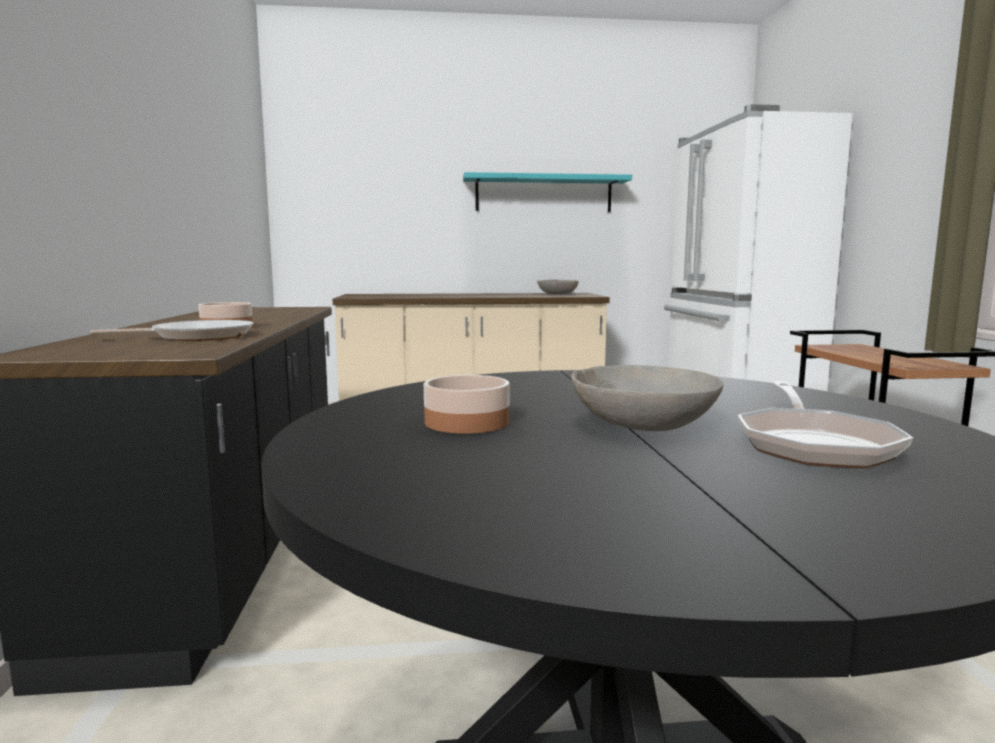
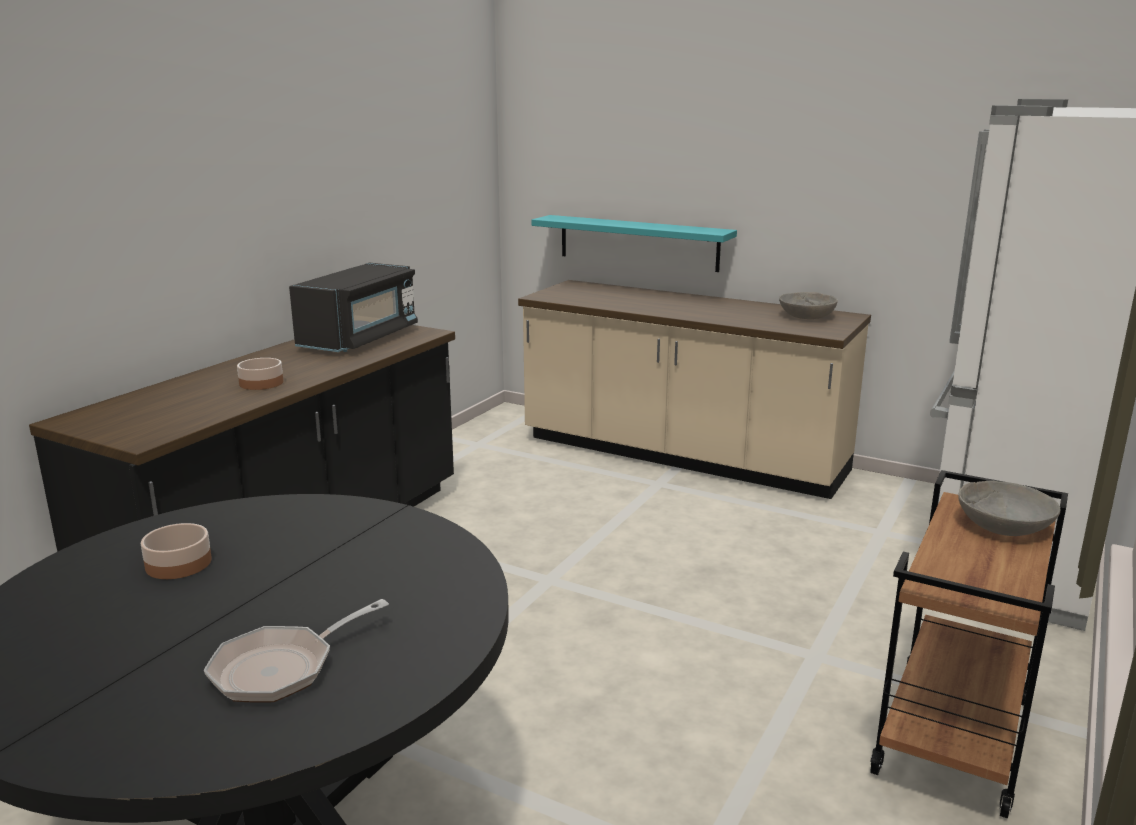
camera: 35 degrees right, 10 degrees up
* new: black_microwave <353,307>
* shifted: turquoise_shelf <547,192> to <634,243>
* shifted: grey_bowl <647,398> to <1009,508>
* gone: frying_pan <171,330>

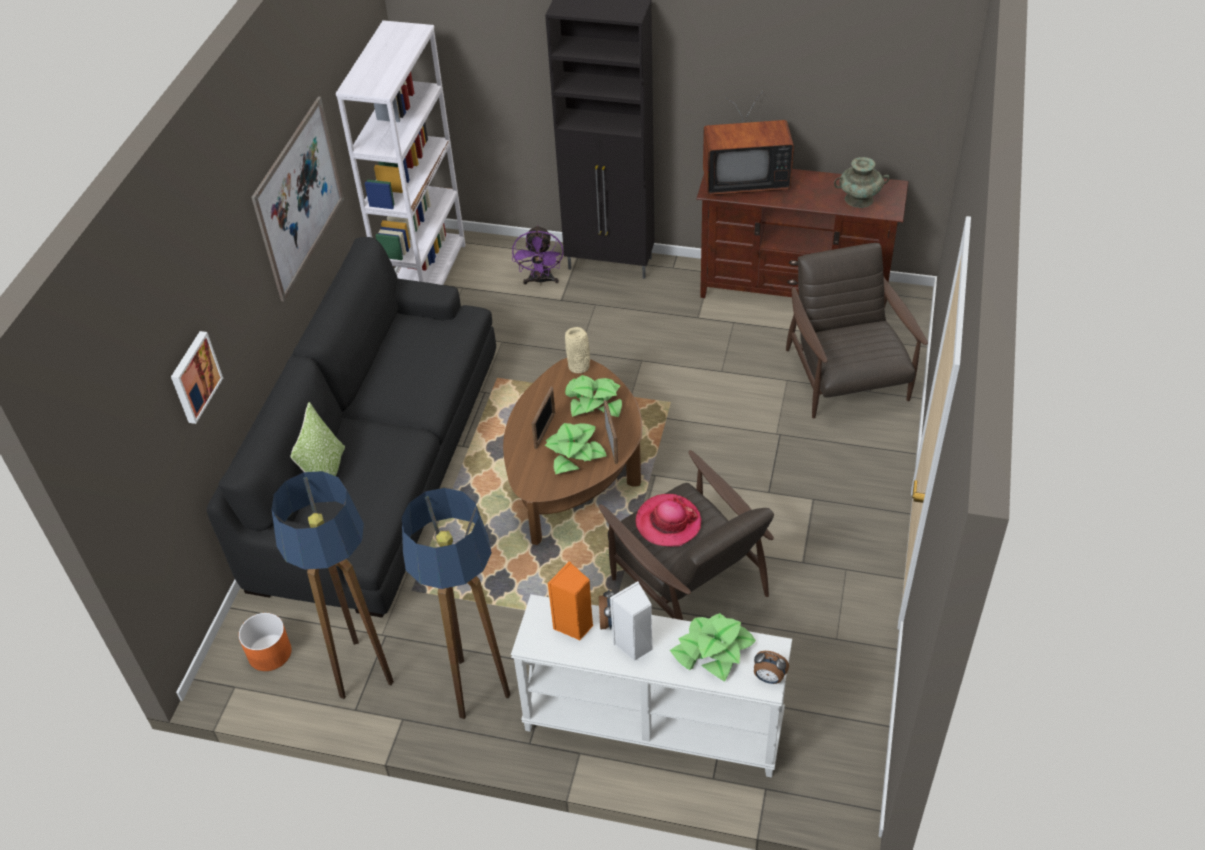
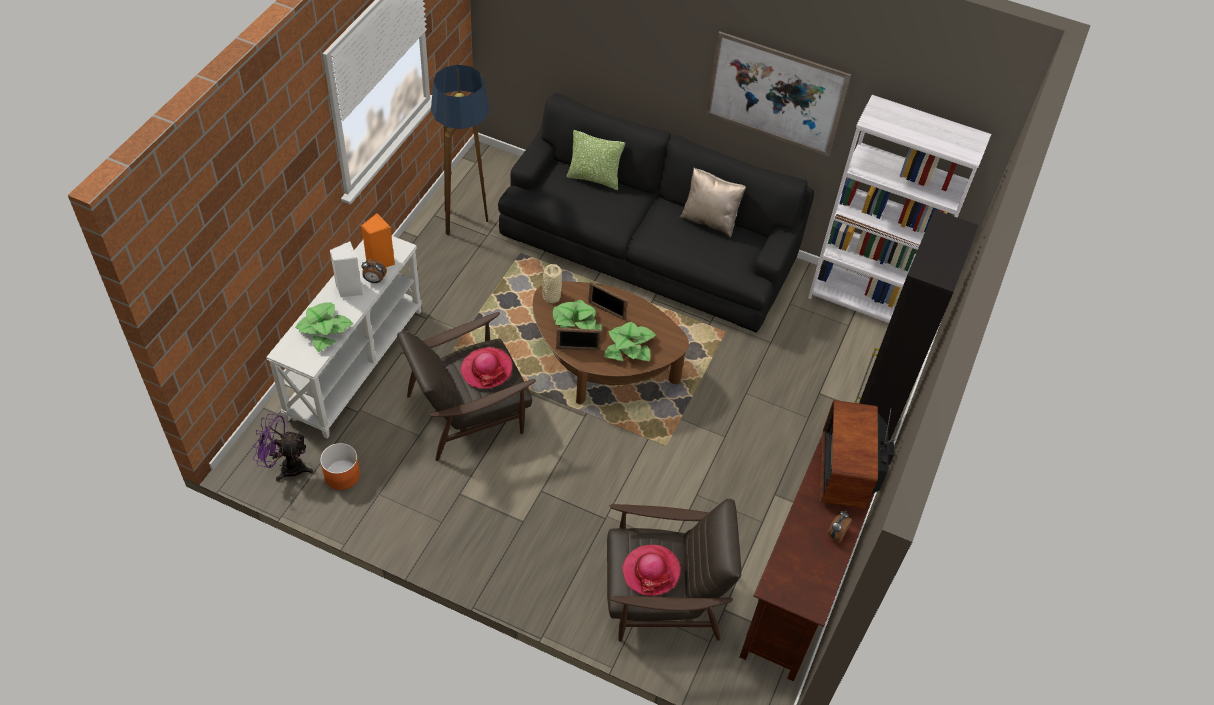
camera: 95 degrees right, 5 degrees up
* shifted: purple_fan <538,255> to <283,448>
* shifted: orange_planter <265,642> to <340,466>
* shifted: beige_vase <577,350> to <552,283>
* new: hat <651,570>
* new: beige_pillow <713,202>
* shifted: alarm_clock <771,667> to <840,527>
* gone: picture <197,377>
* gone: floor_lamp <456,603>
* gone: turquoise_vase <862,182>

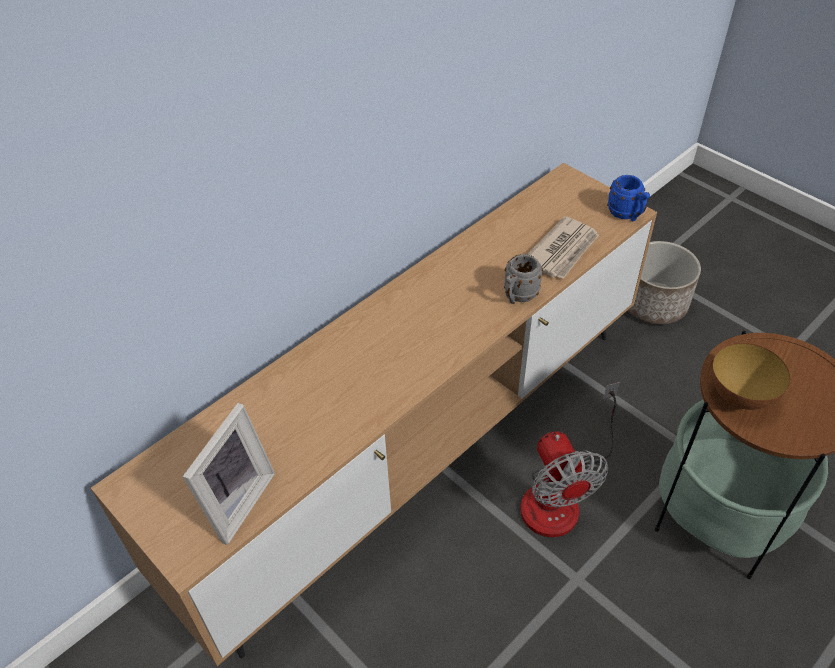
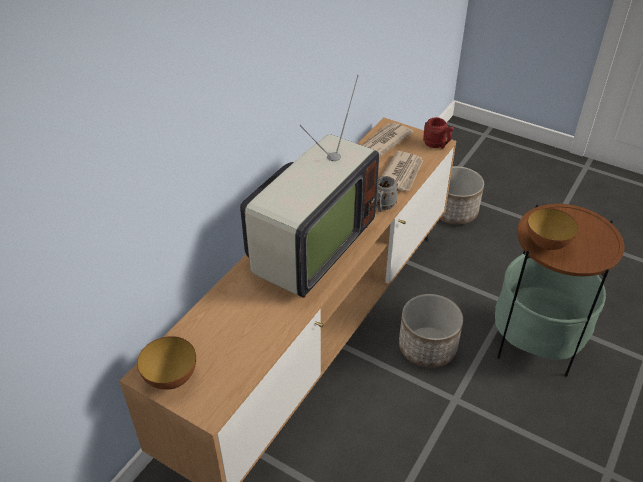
camera: 15 degrees left, 5 degrees down
* new: bowl <166,363>
* new: television <309,186>
* new: newspaper <387,139>
* swapped: fan <570,459> to planter <431,331>
* repainted: blue_mug <628,198> to red_mug <438,133>
* gone: picture_frame <229,474>

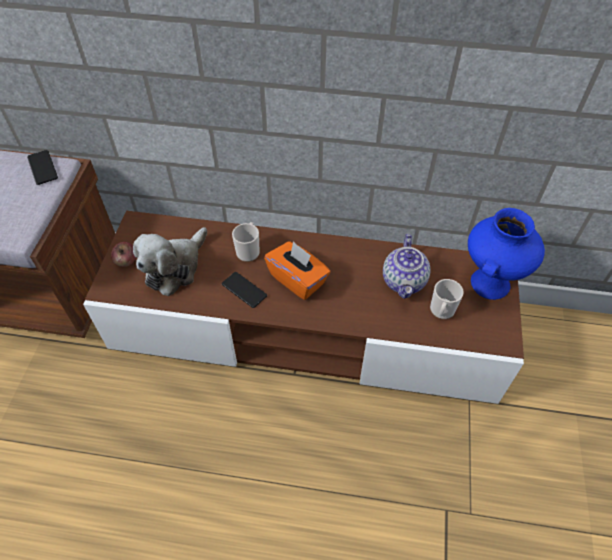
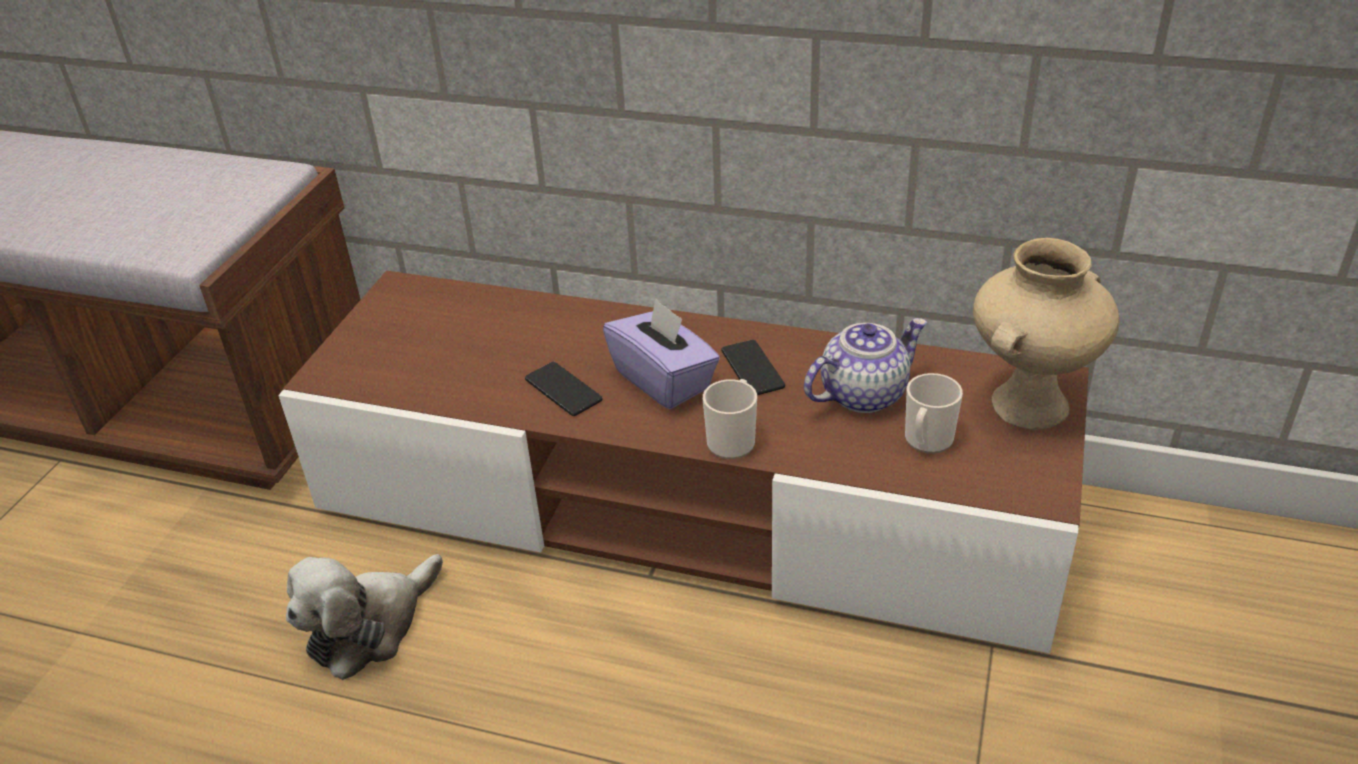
camera: 10 degrees right, 15 degrees down
* shifted: plush_toy <170,261> to <364,617>
* repainted: orange_tissue_box <297,270> to purple_tissue_box <661,353>
* shifted: mug <246,242> to <730,419>
* shifted: phone <42,167> to <753,367>
* rotated: teapot <406,266> = <865,365> 135 degrees counterclockwise
* repainted: blue_vase <506,254> to beige_vase <1046,334>
* gone: apple <123,254>

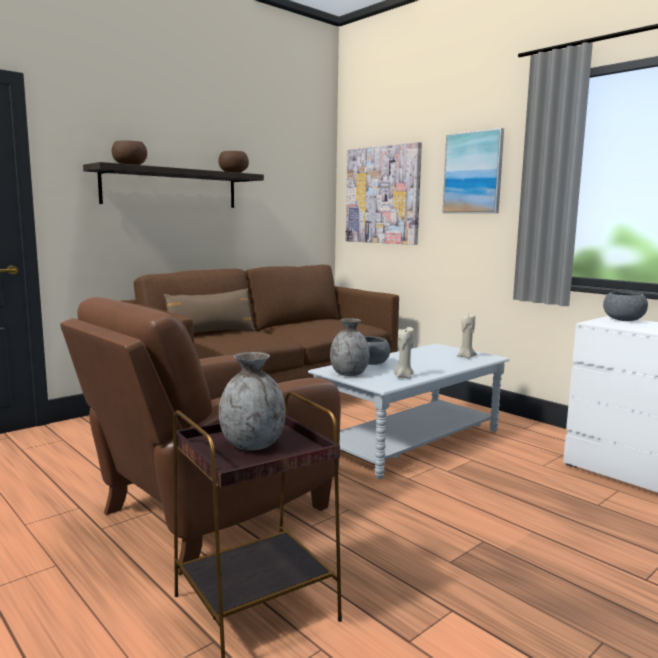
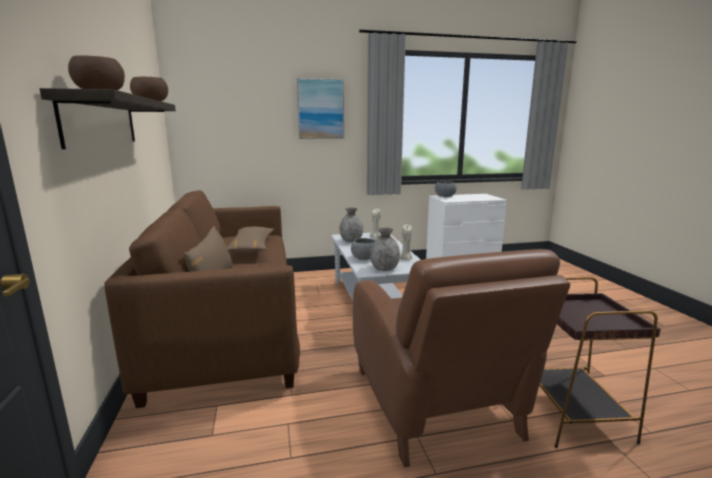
camera: 60 degrees left, 5 degrees up
* new: brown_pillow <250,240>
* shifted: grey_vase <252,401> to <351,224>
* gone: picture <384,193>

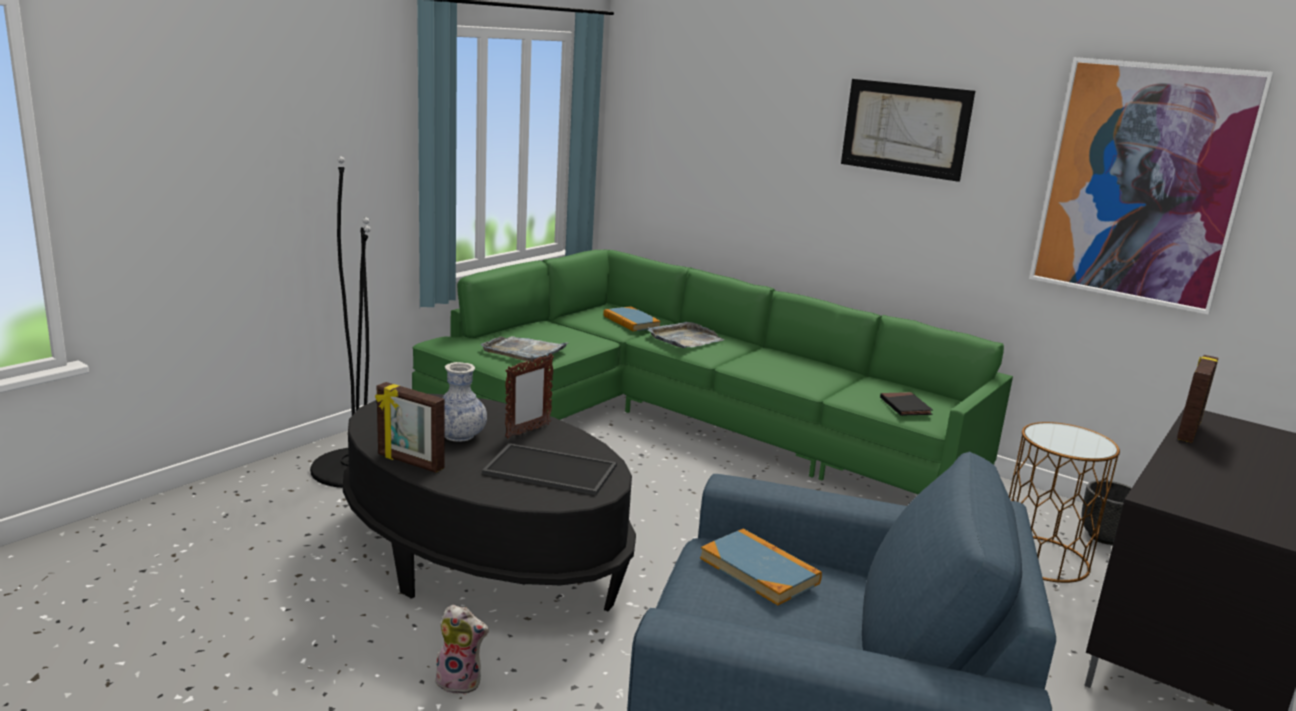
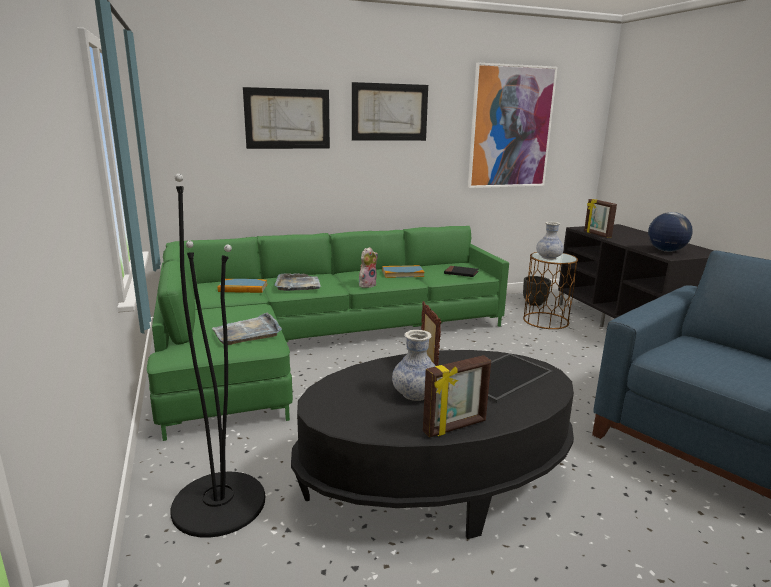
camera: 55 degrees left, 0 degrees up
* new: picture <286,118>
* shifted: plush_toy <461,650> to <368,267>
* shifted: book <761,567> to <403,271>
* new: vase <550,241>
* new: globe <670,232>

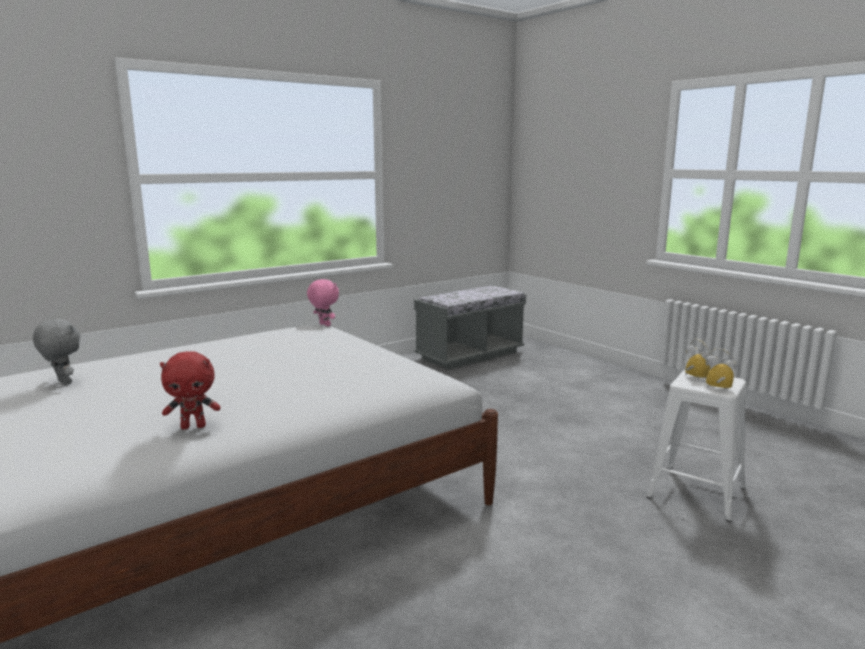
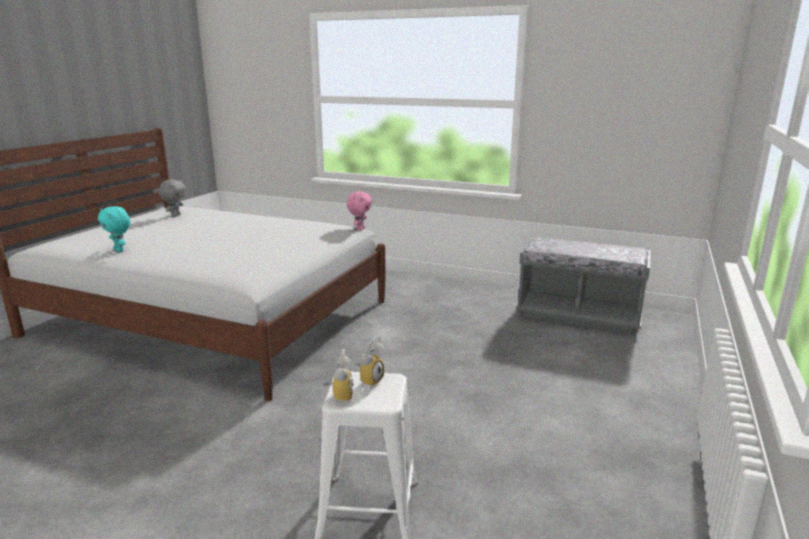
camera: 60 degrees right, 5 degrees up
* repainted: red_plush_toy <190,390> to turquoise_plush_toy <114,229>

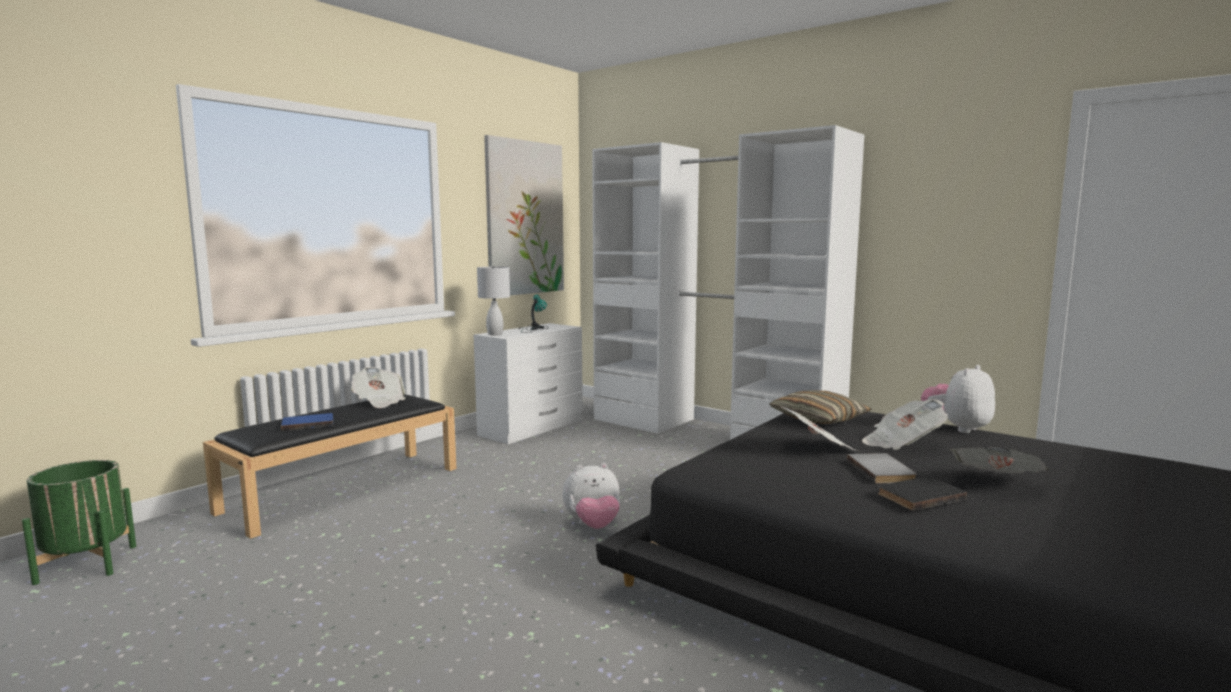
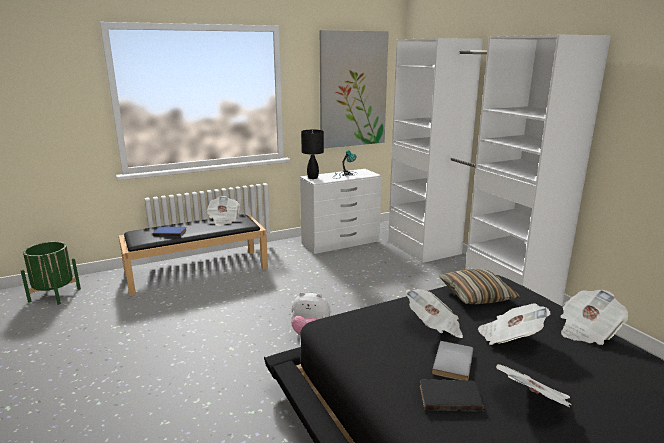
camera: 25 degrees right, 10 degrees up
* repainted: white_table_lamp <493,300> to black_table_lamp <312,154>
* swapped: plush_toy <958,399> to newspaper <594,317>

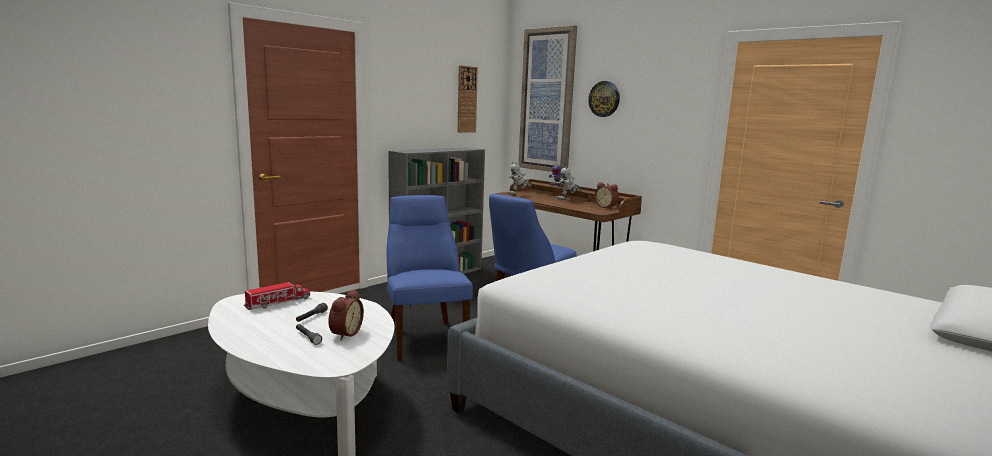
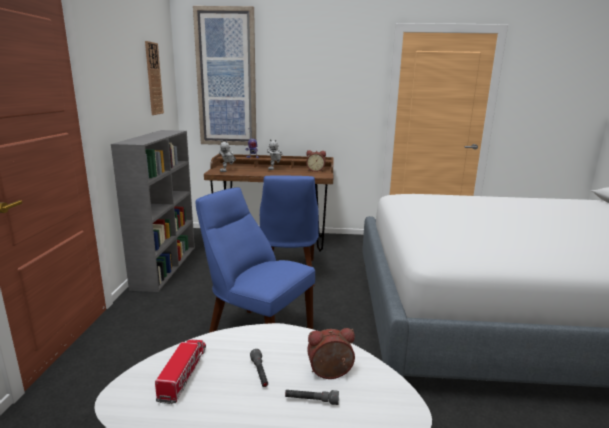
camera: 40 degrees left, 5 degrees up
* rotated: alarm_clock <346,315> = <331,353> 75 degrees counterclockwise
* gone: wall_clock <604,99>

